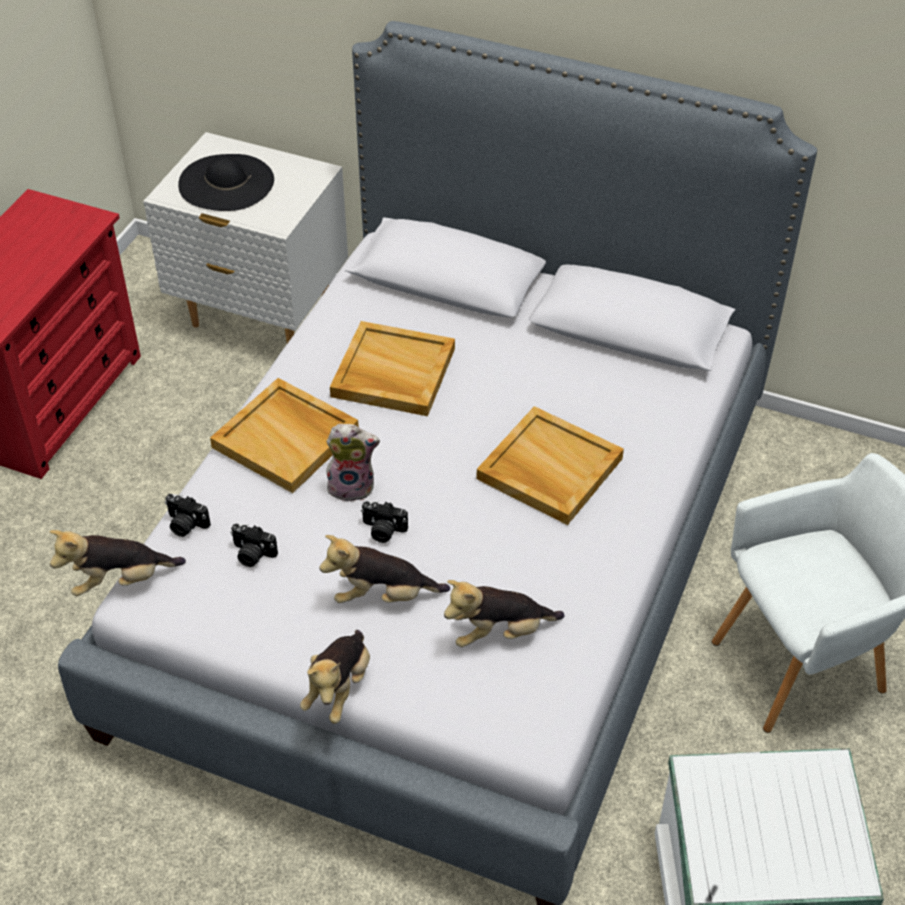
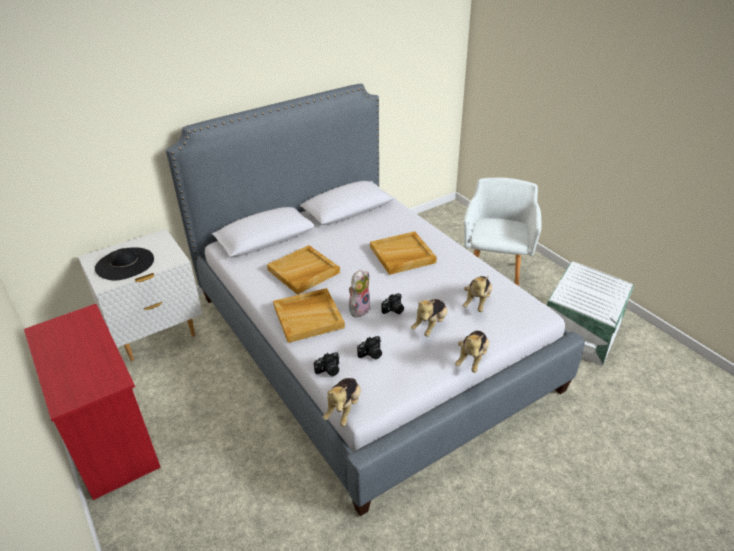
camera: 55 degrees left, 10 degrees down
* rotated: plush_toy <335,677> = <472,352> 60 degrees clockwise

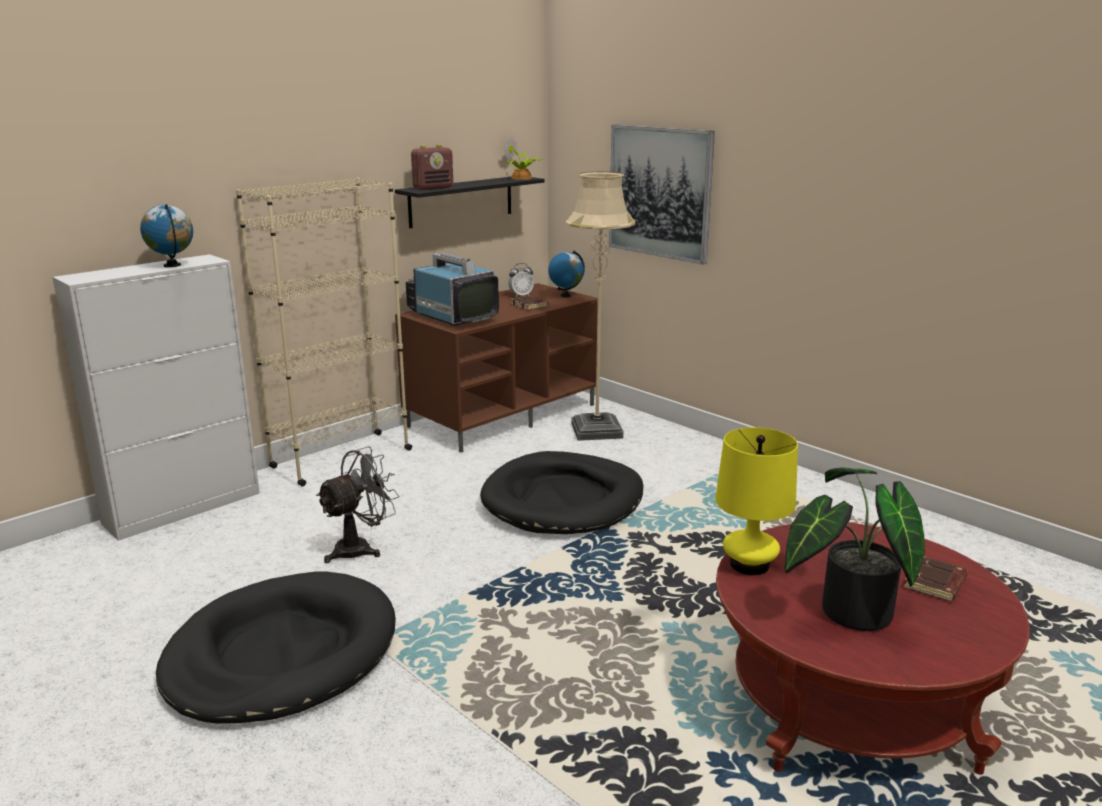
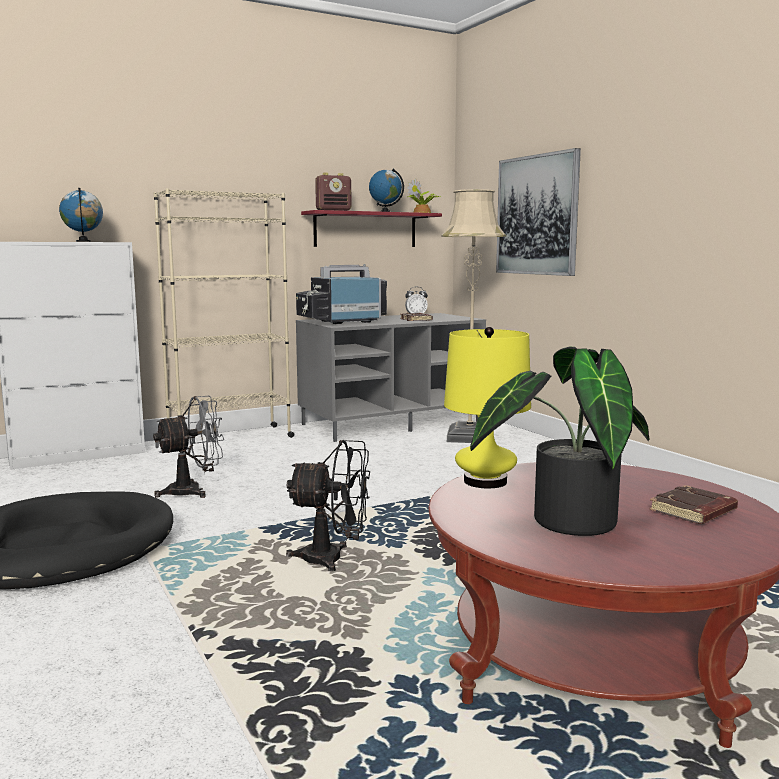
camera: 15 degrees right, 10 degrees down
* new: black_fan <328,506>
* rotated: television <452,289> = <341,294> 90 degrees counterclockwise
* repainted: brown_tv_stand <496,367> to grey_tv_stand <391,377>
* repainted: black_shelf <469,202> to red_shelf <371,228>
* shifted: globe <566,273> to <386,190>
* gone: black_dog_bed <561,492>

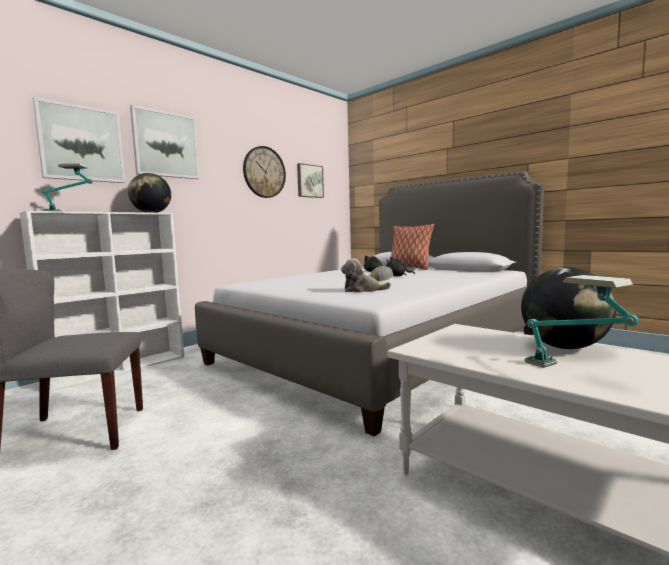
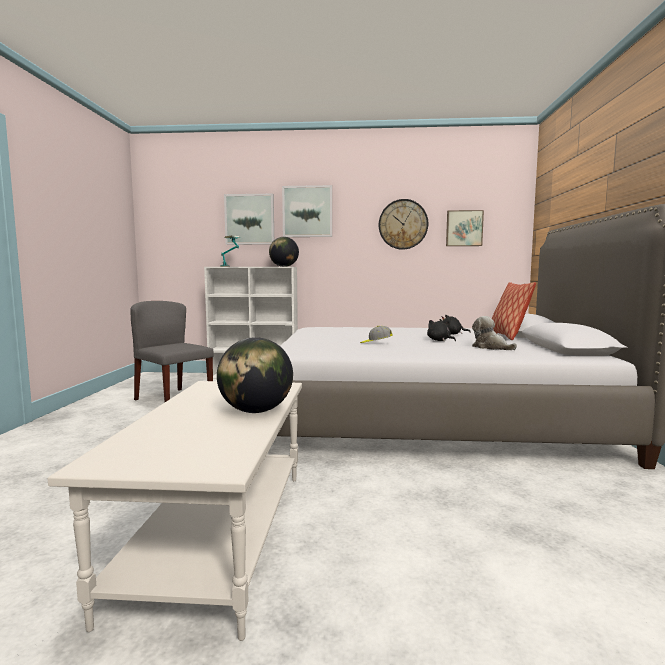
camera: 50 degrees right, 0 degrees up
* shifted: plush_toy <366,275> to <494,333>
* gone: table_lamp <581,321>

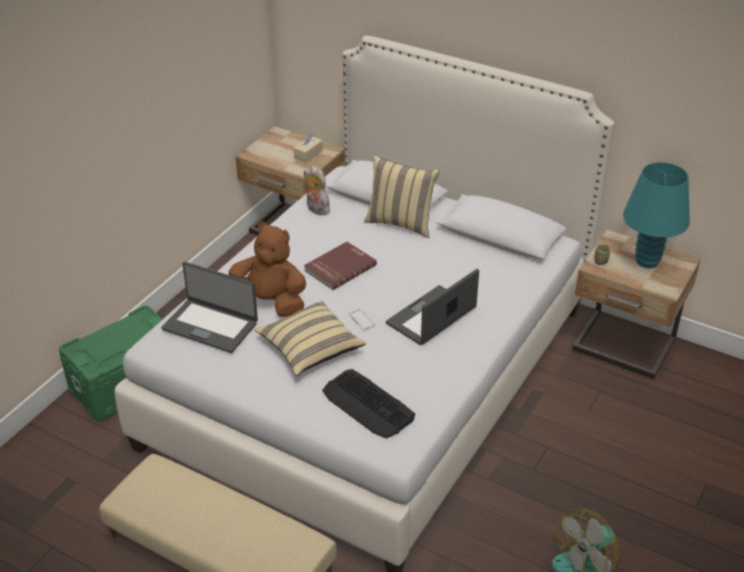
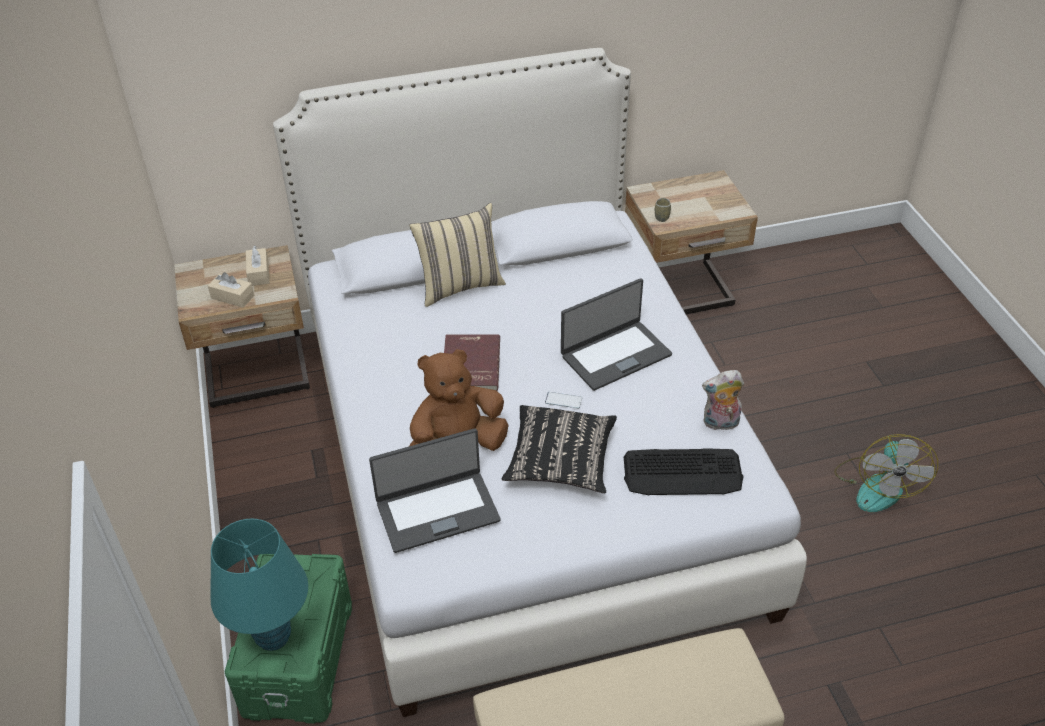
camera: 45 degrees left, 5 degrees up
* new: beige_tissue_box <231,290>
* shifted: turquoise_table_lamp <656,215> to <259,585>
* repainted: beige_pillow <310,338> to black_pillow <559,449>
* rotated: laptop <432,307> = <616,334> 120 degrees counterclockwise
* shifted: plush_toy <317,191> to <723,400>

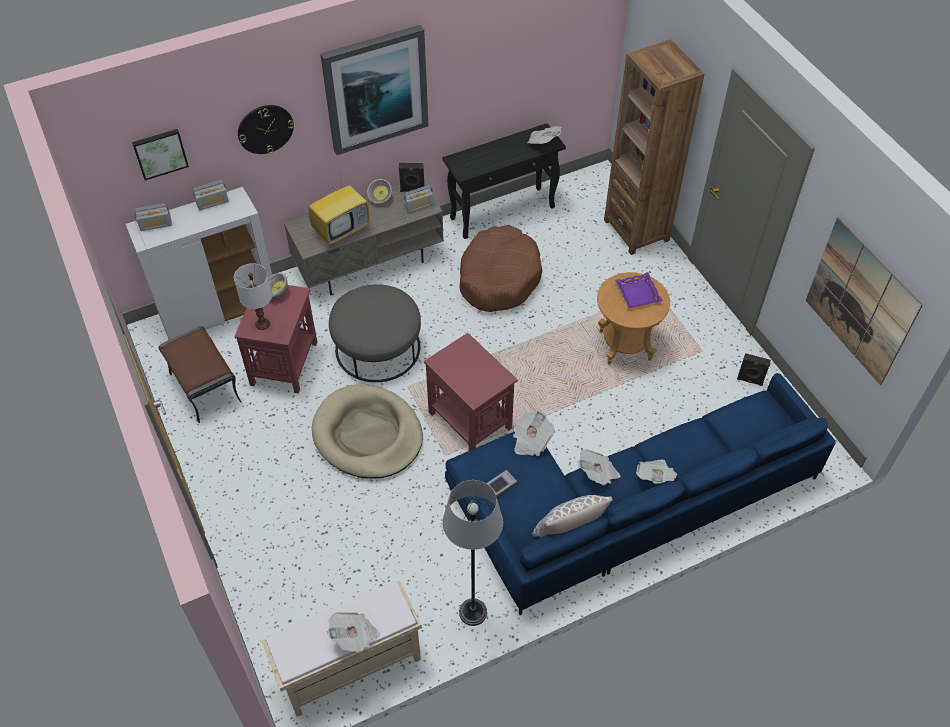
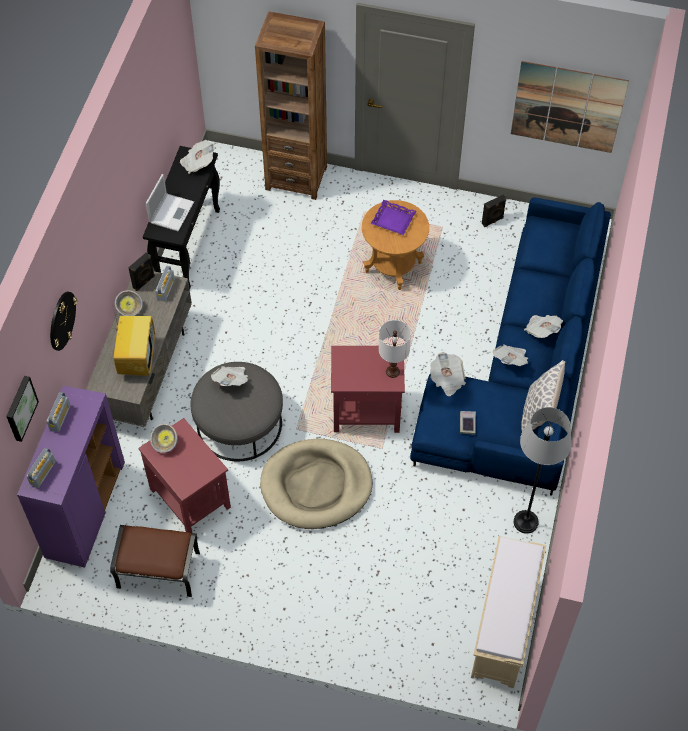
camera: 50 degrees left, 5 degrees up
* repainted: white_cabinet <199,263> to purple_cabinet <71,477>
* new: laptop <170,202>
* shifted: newspaper <353,632> to <229,376>
* shifted: white_table_lamp <253,296> to <395,349>
* gone: picture <374,90>
* gone: brown_dog_bed <501,268>

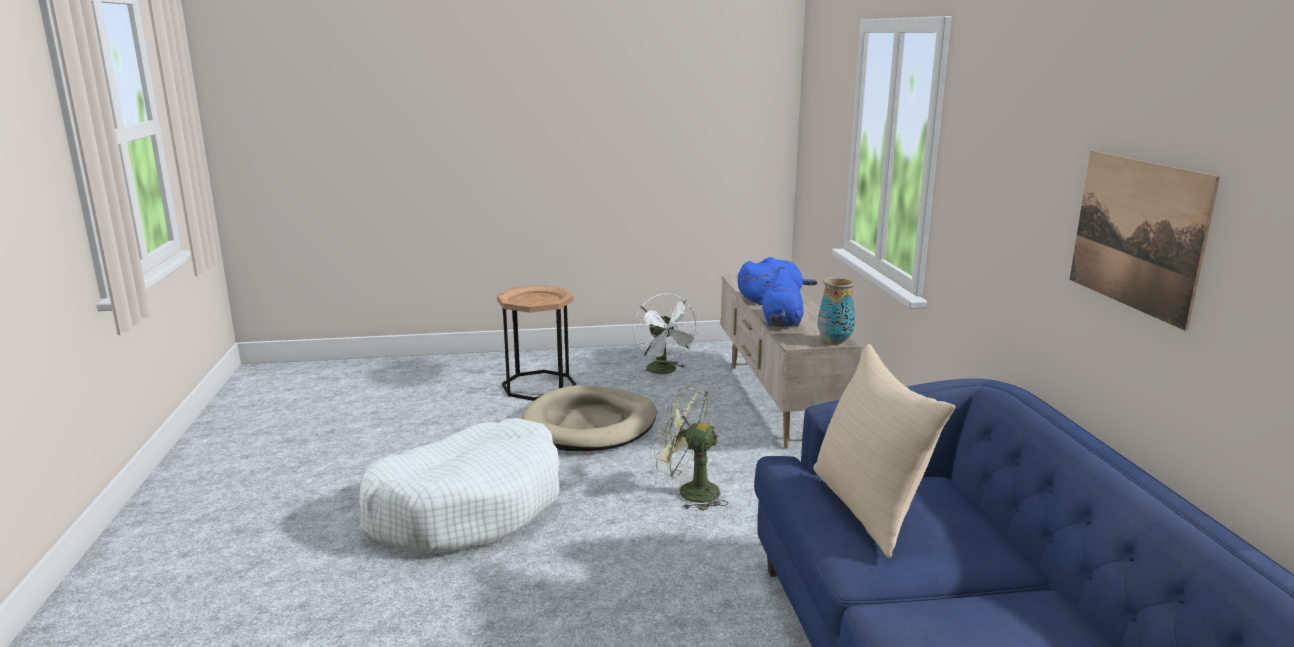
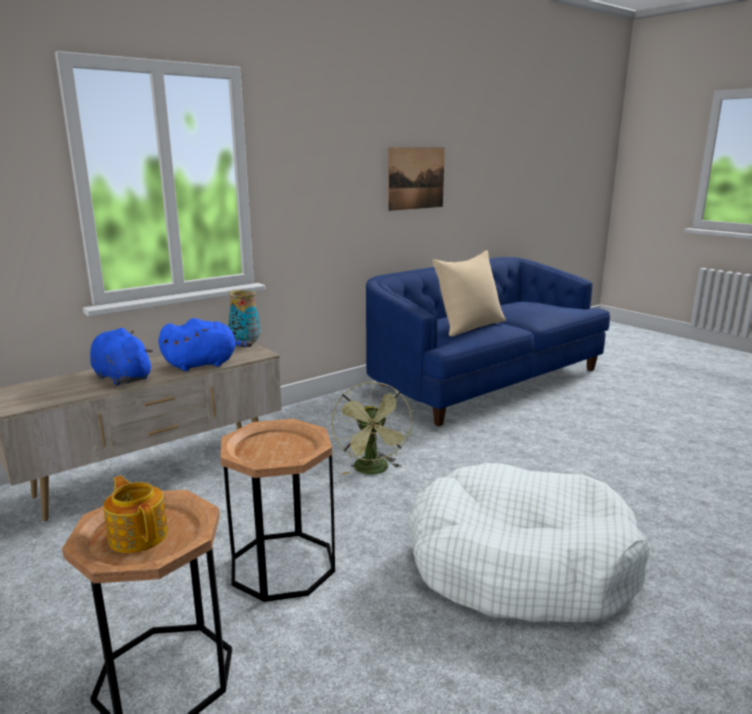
camera: 120 degrees left, 0 degrees up
* new: teapot <135,514>
* swapped: beige_dog_bed <588,418> to brown_side_table <277,510>
* gone: white_fan <666,335>

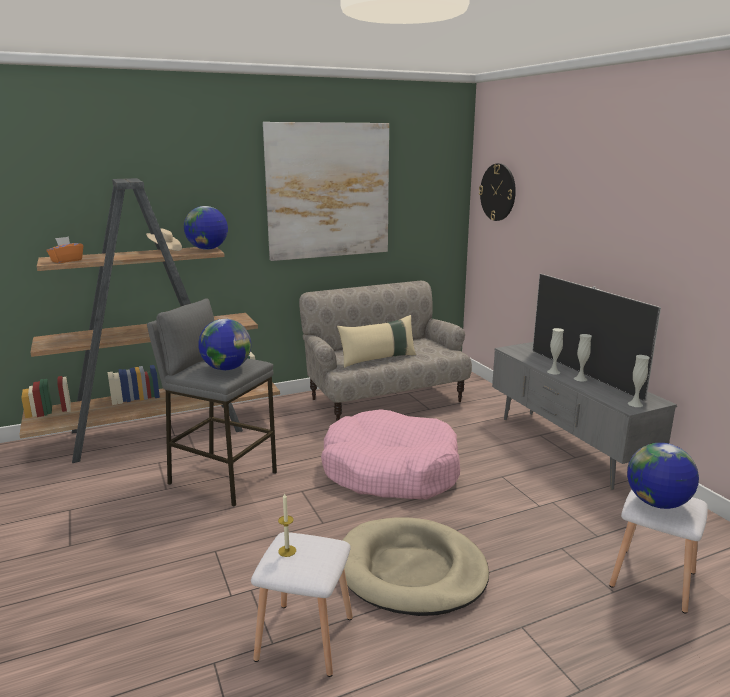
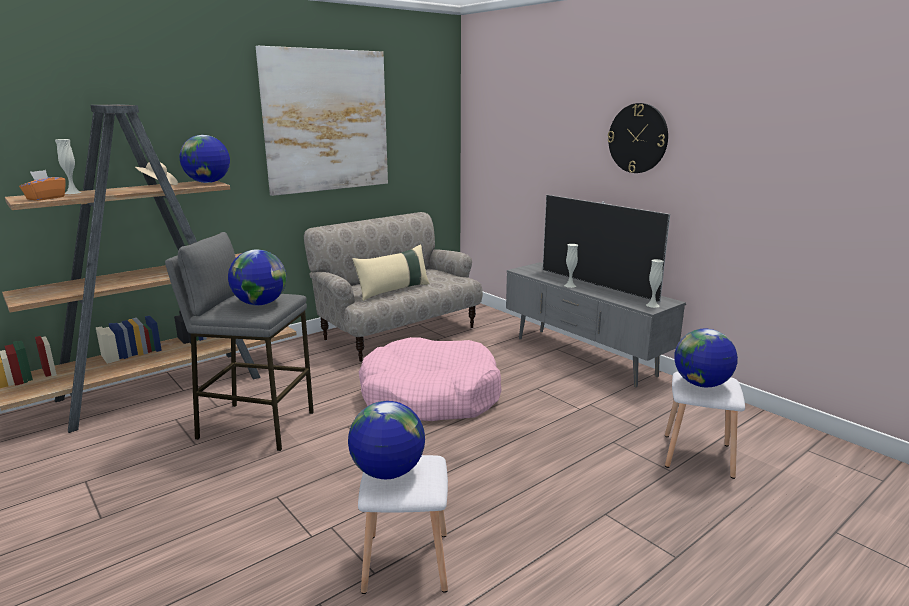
camera: 15 degrees left, 0 degrees up
* shifted: white_vase <583,358> to <68,166>
* swapped: candle <287,525> to globe <386,440>
* shifted: wall_clock <497,192> to <638,138>
* gone: beige_dog_bed <416,566>

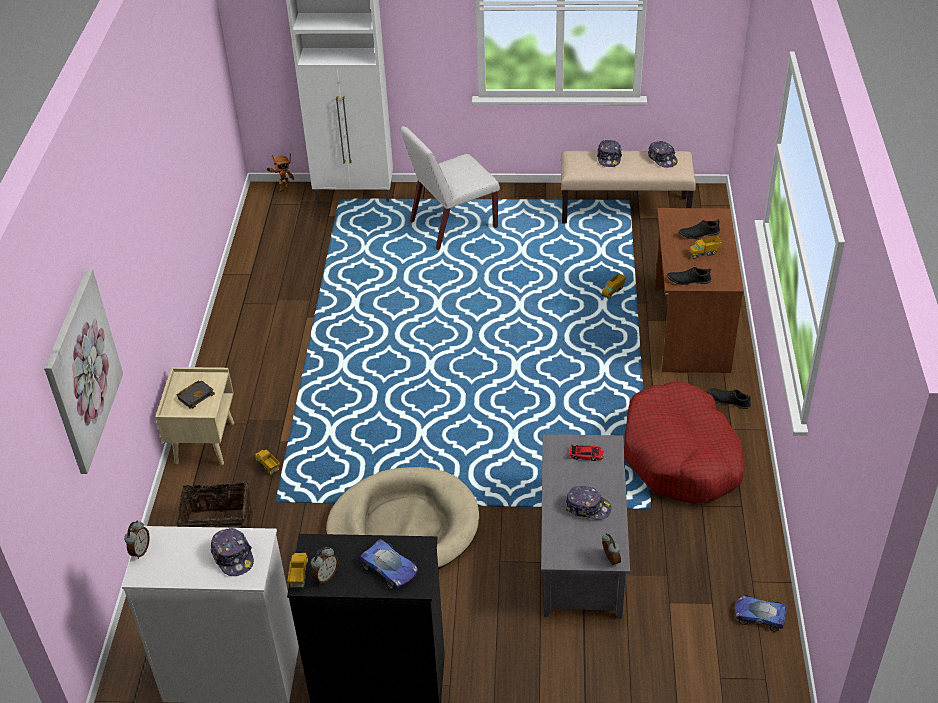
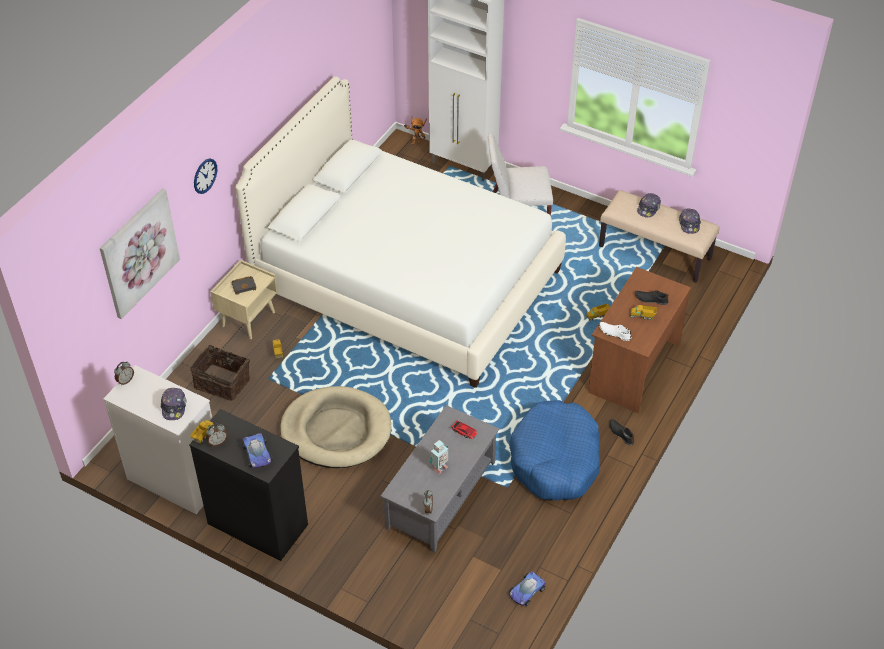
camera: 25 degrees right, 5 degrees up
* new: wall_clock <205,176>
* new: white_bed <401,232>
* swapped: cap <588,503> to toy_robot <439,457>
* repainted: red_dog_bed <683,443> to blue_dog_bed <554,450>
* rotated: toy_car <761,613> = <527,588> 90 degrees counterclockwise
* repainted: black_shoe <689,276> to white_shoe <615,331>

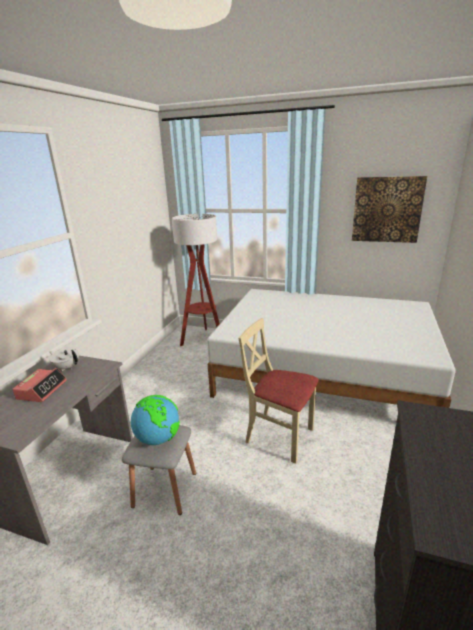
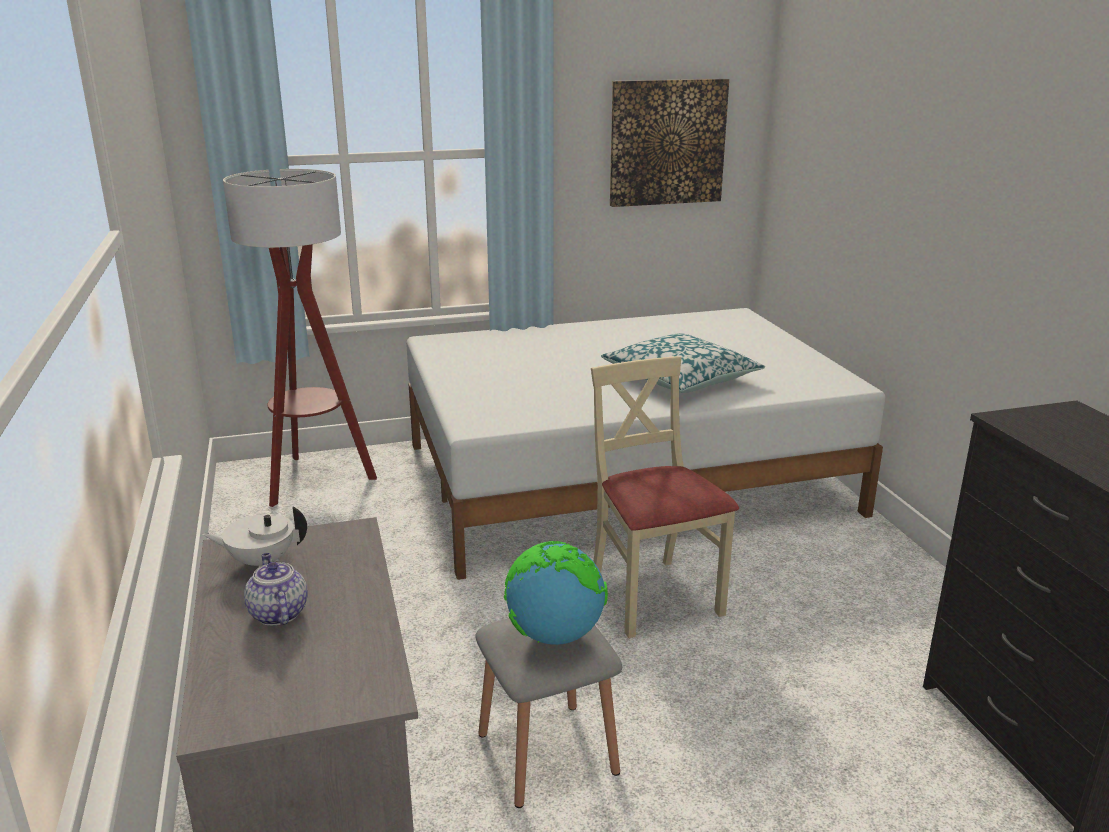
camera: 35 degrees left, 0 degrees up
* swapped: alarm_clock <39,385> to teapot <276,589>
* rotated: beige_chair <278,391> = <665,497> 75 degrees clockwise
* new: pillow <683,363>

